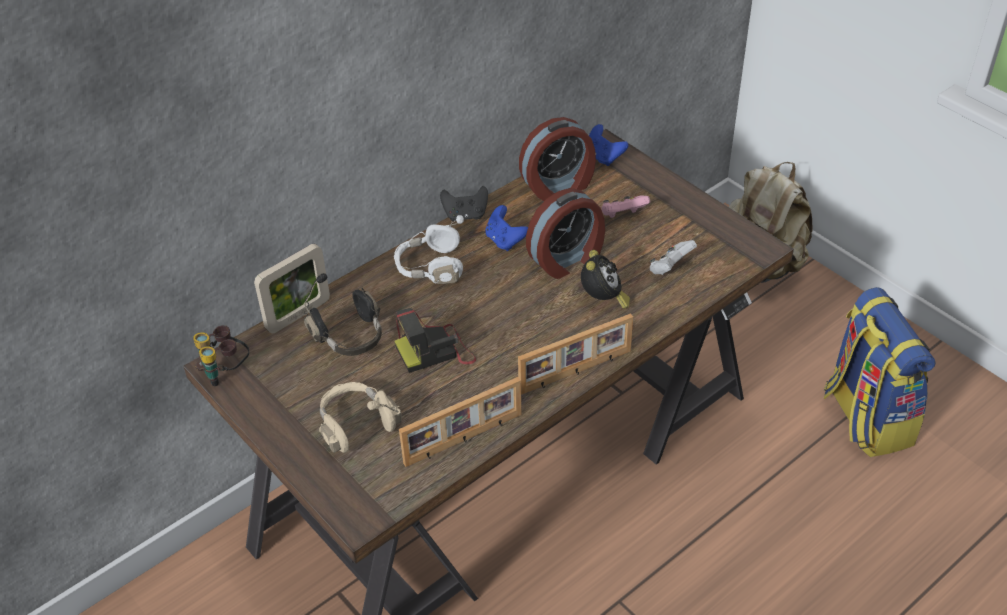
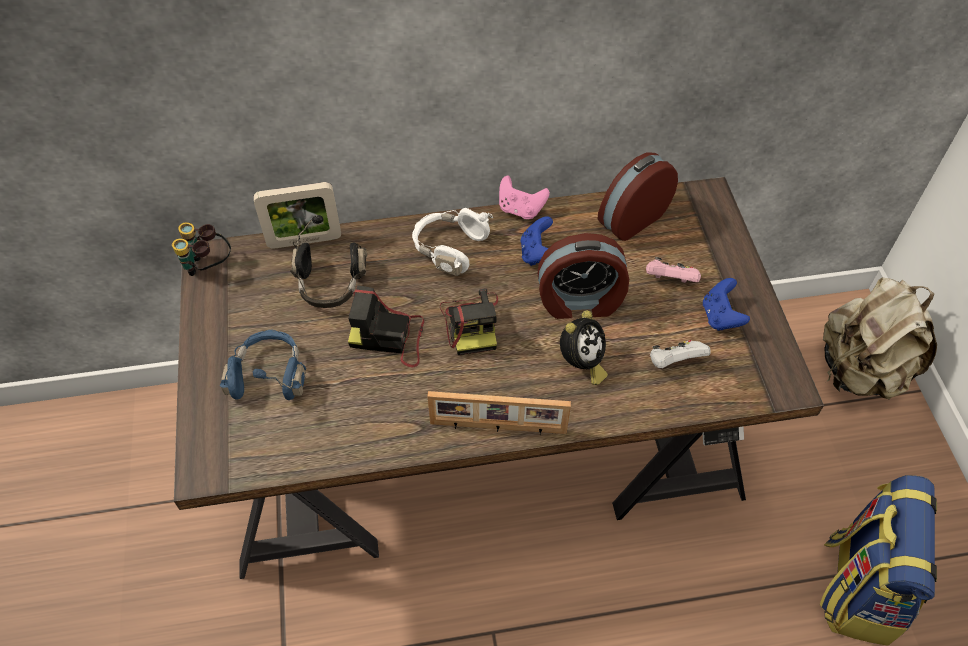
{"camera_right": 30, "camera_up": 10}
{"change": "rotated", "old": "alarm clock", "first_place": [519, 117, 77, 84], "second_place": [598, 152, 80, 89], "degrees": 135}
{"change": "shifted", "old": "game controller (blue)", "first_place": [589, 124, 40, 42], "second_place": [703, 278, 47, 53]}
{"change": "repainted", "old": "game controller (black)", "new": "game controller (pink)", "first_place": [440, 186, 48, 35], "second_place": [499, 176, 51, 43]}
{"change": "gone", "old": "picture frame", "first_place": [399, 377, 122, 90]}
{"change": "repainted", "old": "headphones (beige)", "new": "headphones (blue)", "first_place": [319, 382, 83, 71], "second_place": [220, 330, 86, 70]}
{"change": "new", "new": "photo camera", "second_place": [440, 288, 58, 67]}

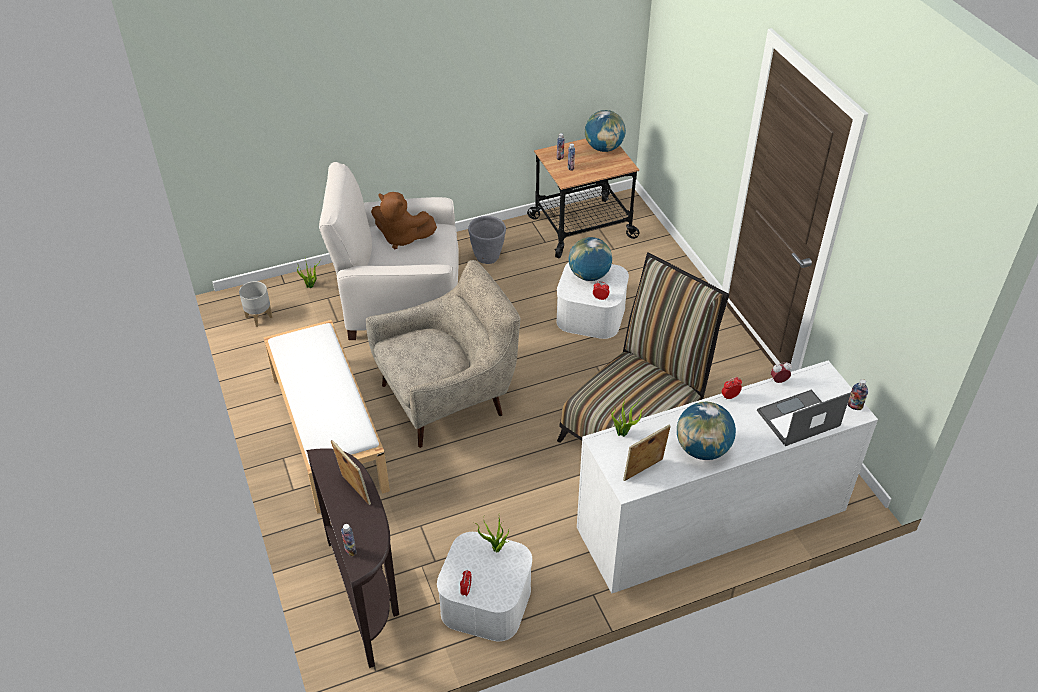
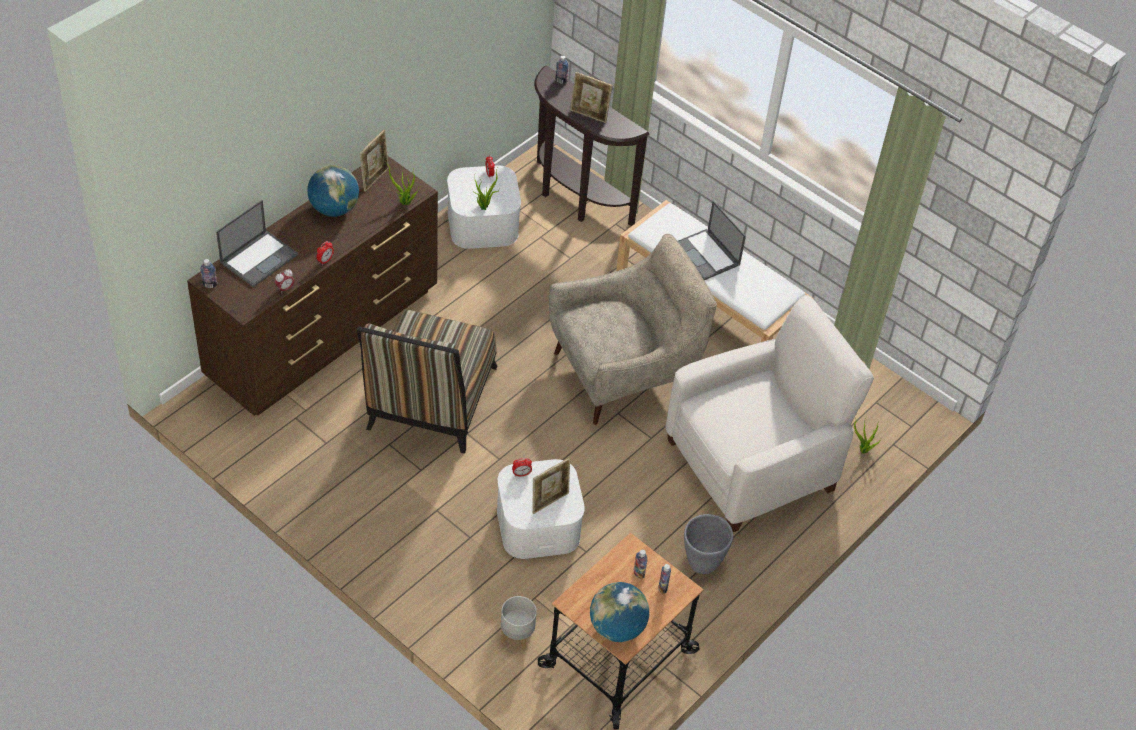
{"camera_right": 150, "camera_up": 5}
{"change": "gone", "old": "plush toy (brown)", "first_place": [371, 192, 66, 57]}
{"change": "swapped", "old": "globe", "new": "picture frame", "first_place": [569, 237, 43, 44], "second_place": [532, 458, 38, 56]}
{"change": "rotated", "old": "armchair (beige)", "first_place": [366, 260, 155, 188], "second_place": [549, 234, 168, 191], "degrees": -150}
{"change": "shifted", "old": "planter (grey)", "first_place": [239, 281, 34, 46], "second_place": [501, 596, 36, 54]}
{"change": "repainted", "old": "dresser (white)", "new": "dresser (brown)", "first_place": [577, 360, 301, 233], "second_place": [187, 156, 251, 260]}
{"change": "new", "new": "laptop", "second_place": [678, 201, 68, 79]}

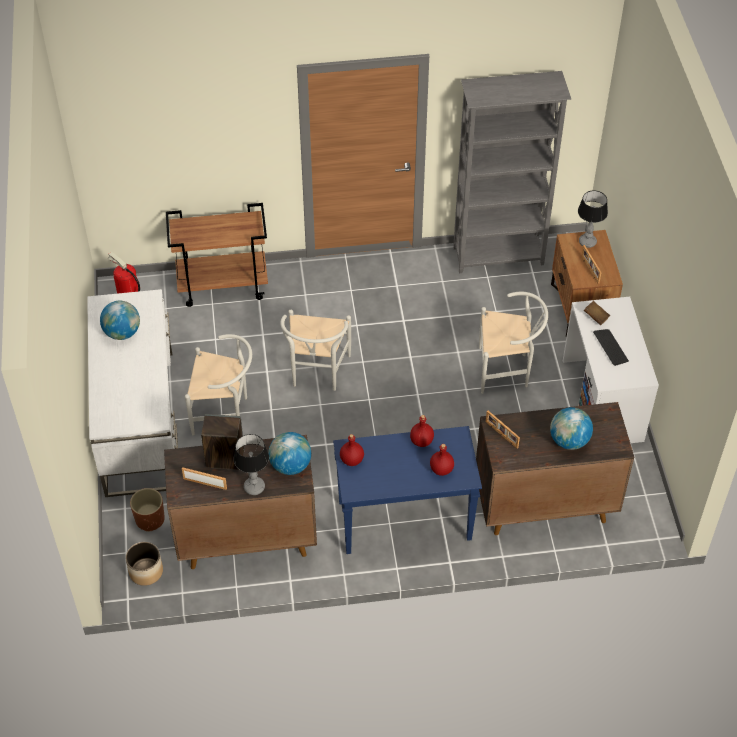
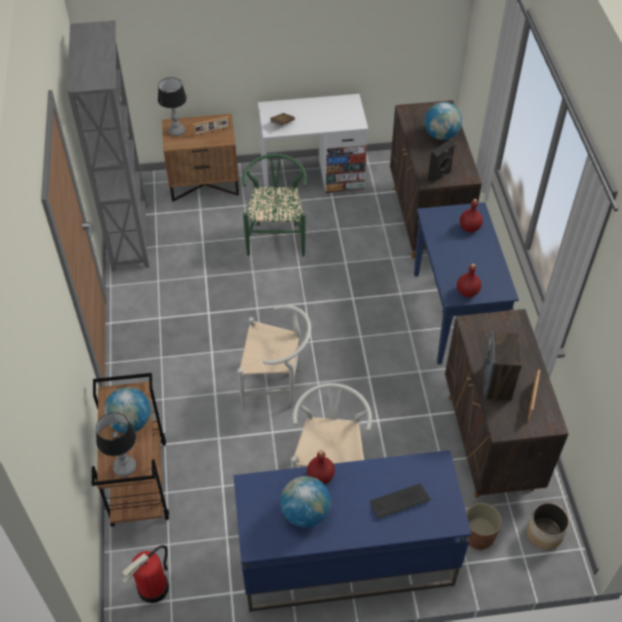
{"camera_right": -90, "camera_up": 0}
{"change": "repainted", "old": "desk (white)", "new": "desk (blue)", "first_place": [87, 289, 91, 208], "second_place": [233, 450, 238, 162]}
{"change": "repainted", "old": "chair (white)", "new": "chair (green)", "first_place": [479, 292, 69, 102], "second_place": [242, 154, 65, 102]}
{"change": "shifted", "old": "keyboard", "first_place": [593, 329, 36, 37], "second_place": [370, 484, 60, 35]}
{"change": "swapped", "old": "picture frame", "new": "speaker (black)", "first_place": [486, 411, 34, 38], "second_place": [428, 139, 28, 45]}
{"change": "shifted", "old": "bottle (red)", "first_place": [410, 415, 24, 32], "second_place": [307, 450, 28, 35]}
{"change": "shifted", "old": "globe", "first_place": [268, 432, 43, 43], "second_place": [104, 387, 47, 46]}
{"change": "shifted", "old": "table lamp", "first_place": [234, 434, 35, 61], "second_place": [96, 412, 40, 65]}

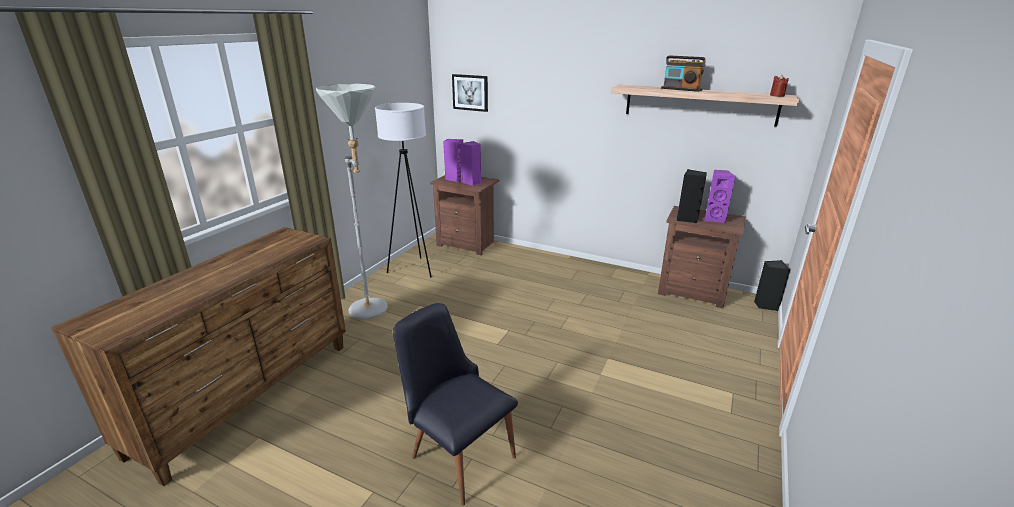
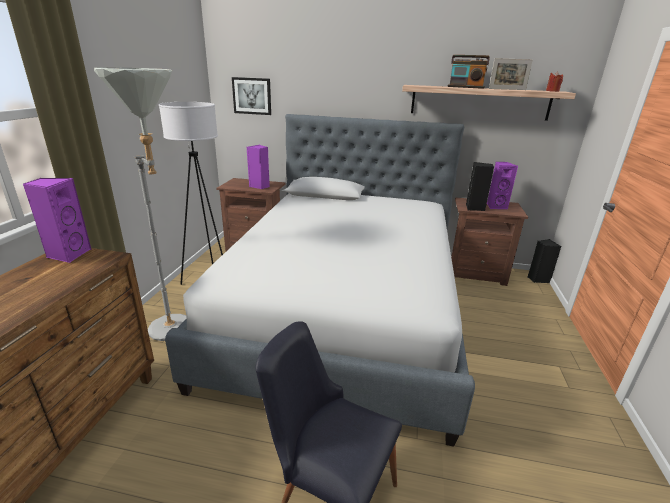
{"camera_right": -15, "camera_up": 0}
{"change": "shifted", "old": "speaker (purple)", "first_place": [443, 139, 20, 43], "second_place": [23, 178, 69, 85]}
{"change": "new", "new": "picture frame", "second_place": [489, 58, 44, 32]}
{"change": "new", "new": "bed", "second_place": [165, 114, 310, 333]}

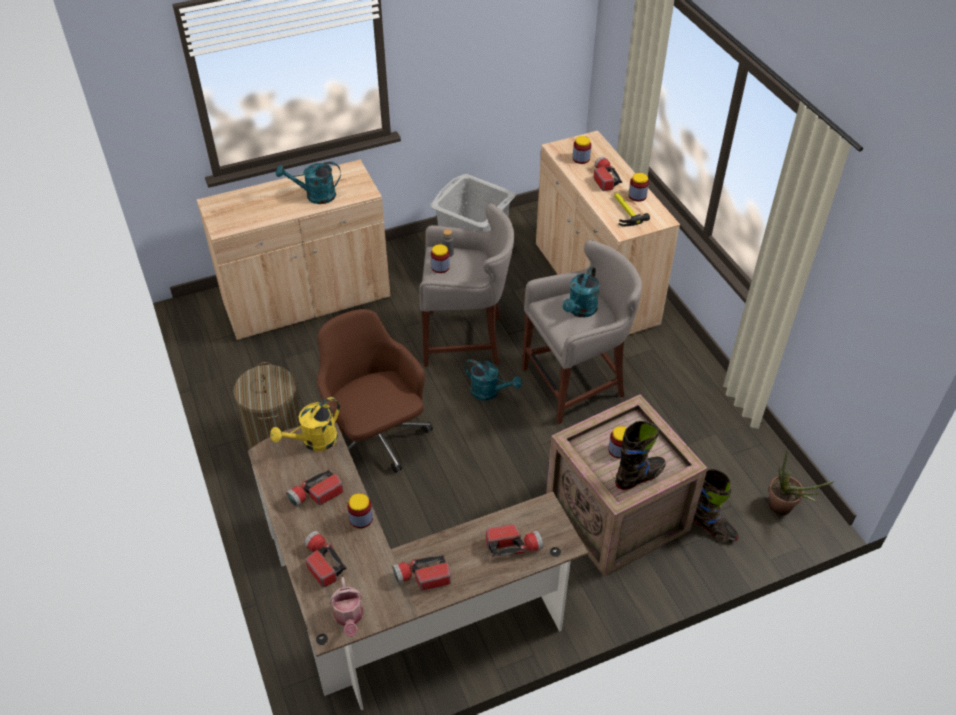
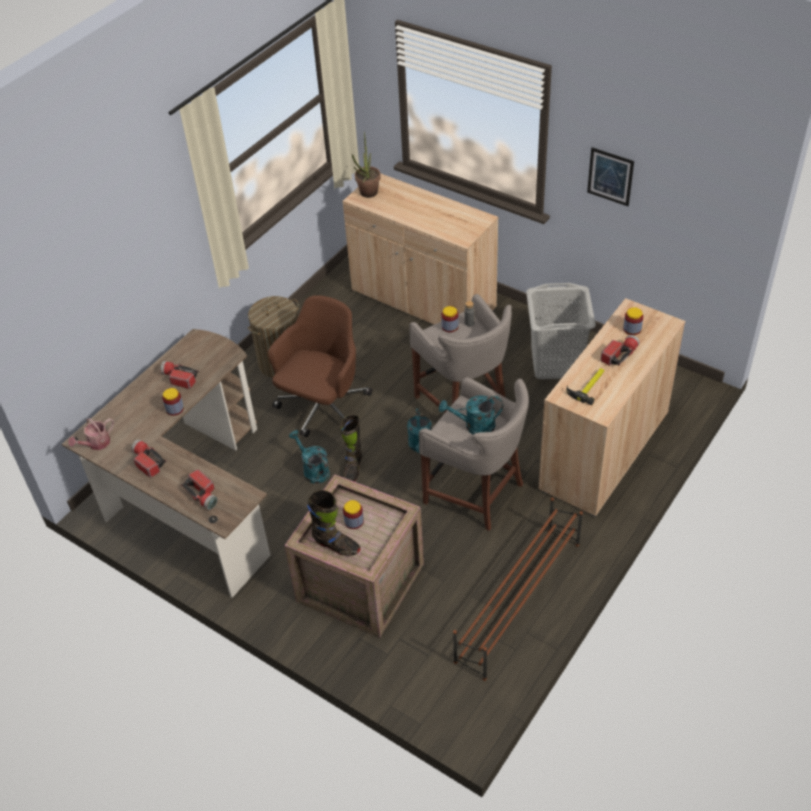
{"camera_right": 60, "camera_up": 0}
{"change": "shifted", "old": "watering can (turquoise)", "first_place": [276, 162, 65, 42], "second_place": [289, 430, 41, 54]}
{"change": "gone", "old": "jar", "first_place": [628, 173, 21, 29]}
{"change": "gone", "old": "watering can (yellow)", "first_place": [270, 397, 70, 54]}
{"change": "shifted", "old": "potted plant", "first_place": [769, 450, 66, 65], "second_place": [352, 132, 29, 66]}
{"change": "shifted", "old": "boot (black)", "first_place": [693, 469, 45, 73], "second_place": [340, 415, 22, 67]}
{"change": "gone", "old": "flashlight", "first_place": [304, 531, 43, 56]}
{"change": "new", "new": "picture", "second_place": [587, 147, 47, 59]}
{"change": "new", "new": "shoe rack (brown)", "second_place": [453, 497, 130, 184]}

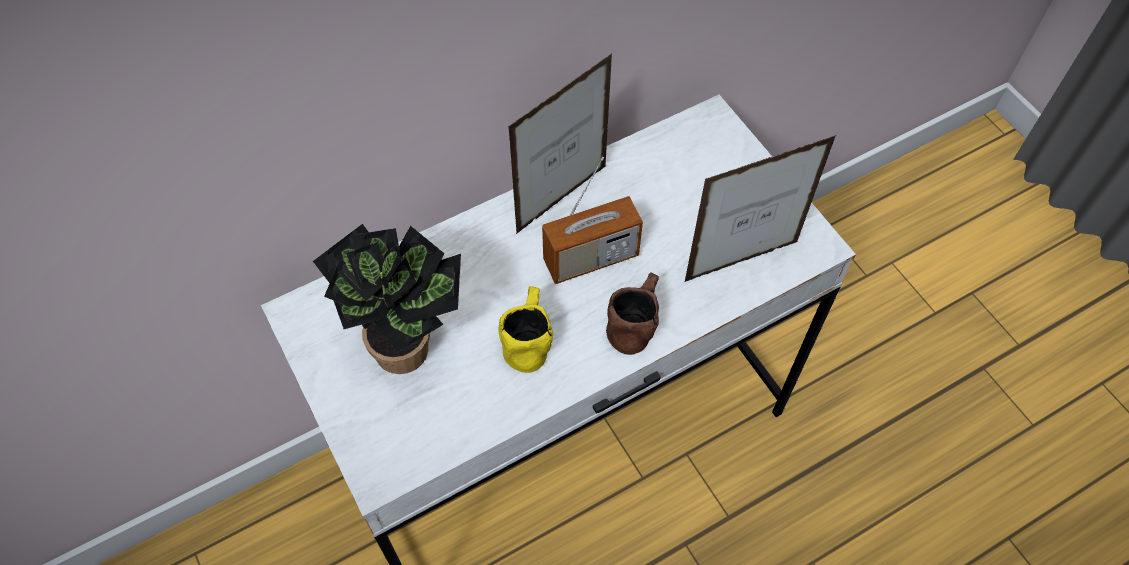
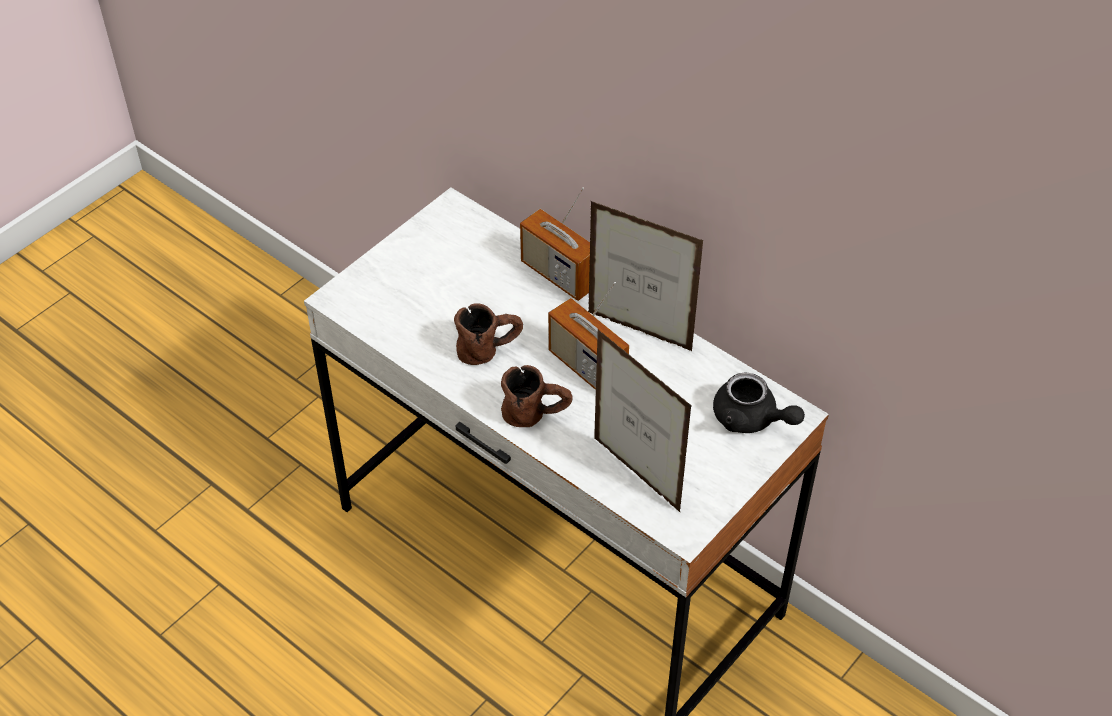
{"camera_right": 70, "camera_up": -10}
{"change": "gone", "old": "potted plant", "first_place": [313, 224, 148, 150]}
{"change": "repainted", "old": "mug (yellow)", "new": "mug (brown)", "first_place": [498, 286, 55, 87], "second_place": [454, 304, 69, 61]}
{"change": "new", "new": "radio", "second_place": [520, 187, 70, 114]}
{"change": "new", "new": "teapot (black)", "second_place": [713, 372, 92, 61]}

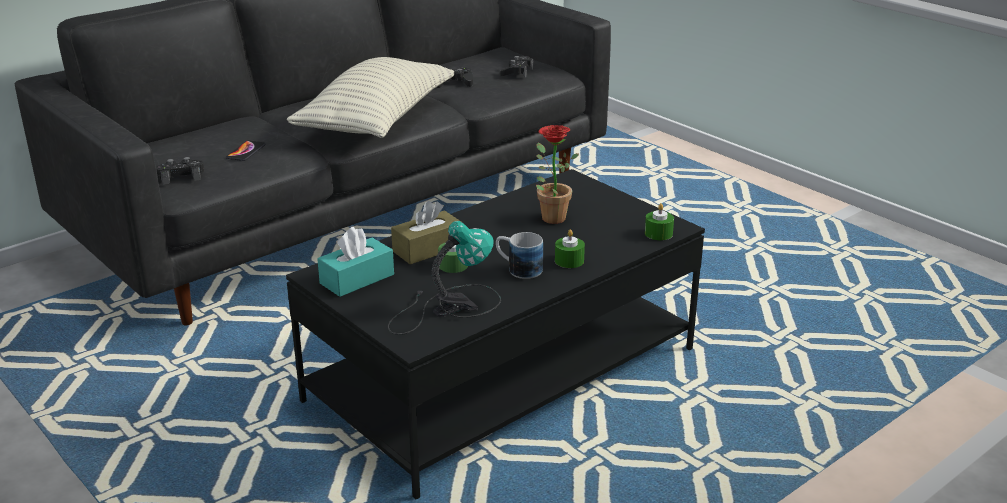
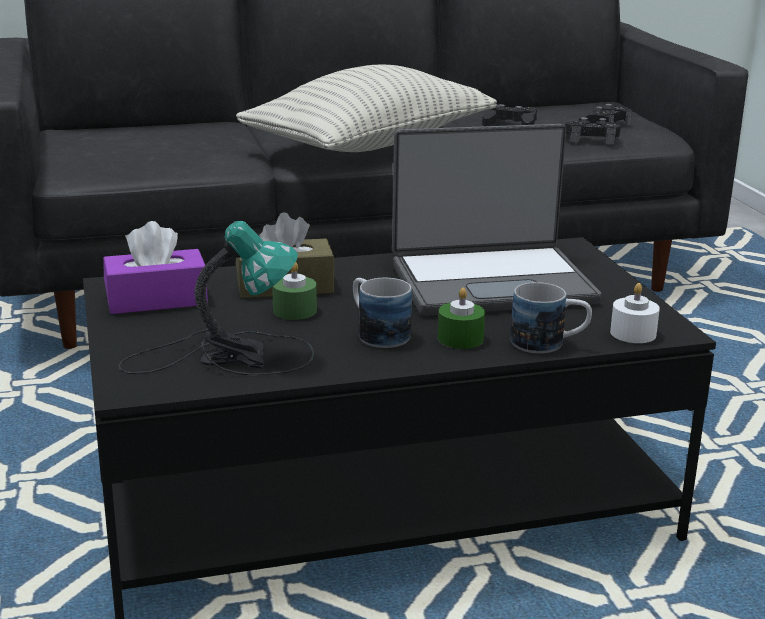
{"camera_right": 25, "camera_up": -5}
{"change": "swapped", "old": "potted plant", "new": "laptop", "first_place": [536, 125, 43, 99], "second_place": [392, 124, 209, 192]}
{"change": "gone", "old": "phone", "first_place": [226, 140, 40, 21]}
{"change": "shifted", "old": "game controller (black)", "first_place": [156, 157, 48, 28], "second_place": [565, 117, 56, 27]}
{"change": "repainted", "old": "candle (green)", "new": "candle (white)", "first_place": [645, 203, 29, 37], "second_place": [610, 283, 50, 60]}
{"change": "repainted", "old": "tissue box (turquoise)", "new": "tissue box (purple)", "first_place": [317, 227, 77, 70], "second_place": [103, 221, 105, 93]}
{"change": "new", "new": "mug", "second_place": [510, 282, 82, 71]}

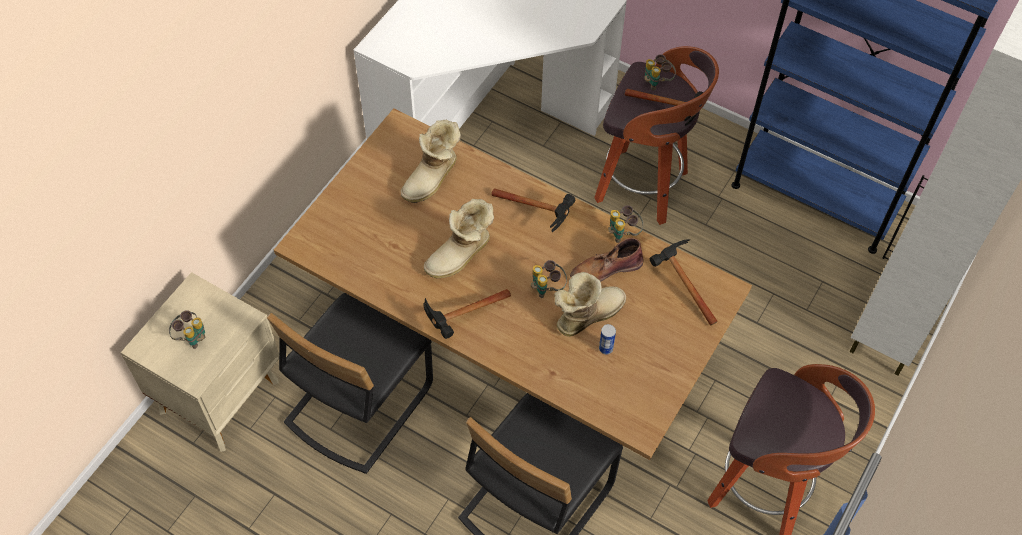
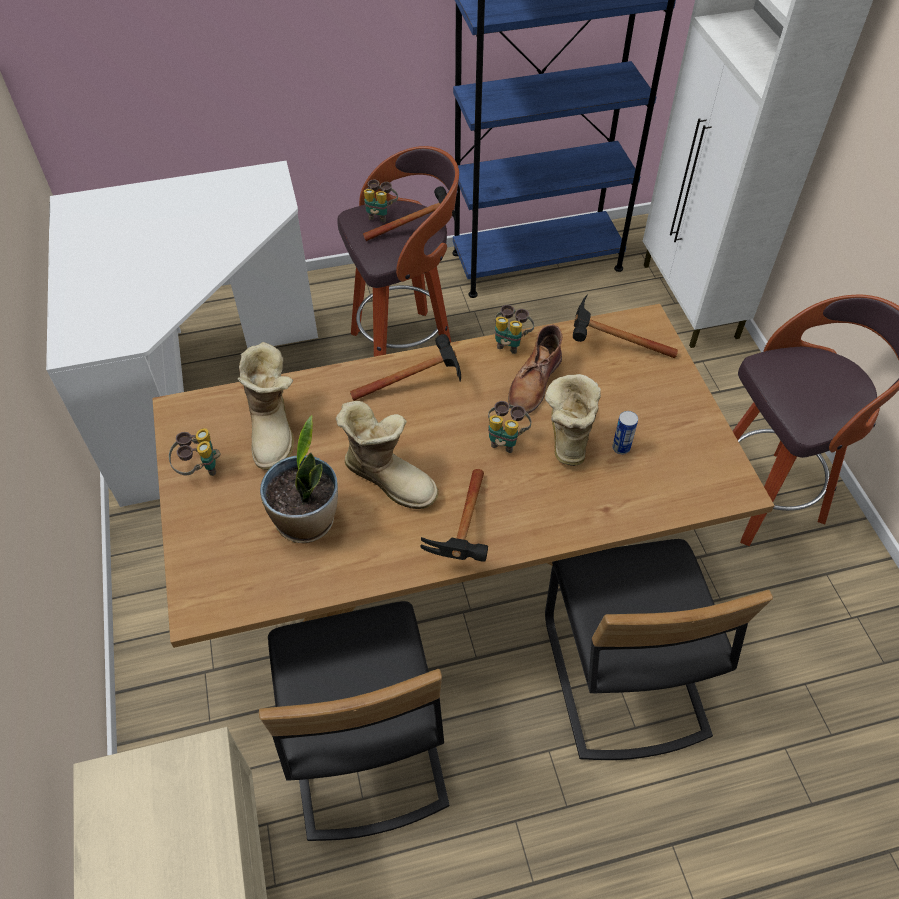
{"camera_right": -45, "camera_up": -5}
{"change": "rotated", "old": "boot", "first_place": [424, 199, 70, 79], "second_place": [336, 401, 103, 108], "degrees": -60}
{"change": "shifted", "old": "binoculars", "first_place": [169, 310, 36, 39], "second_place": [169, 428, 52, 48]}
{"change": "new", "new": "potted plant", "second_place": [260, 415, 78, 128]}

